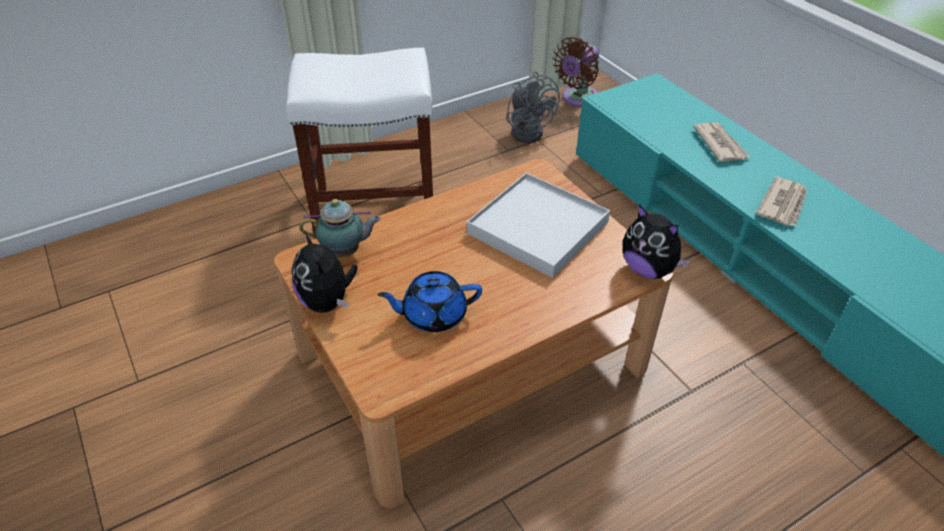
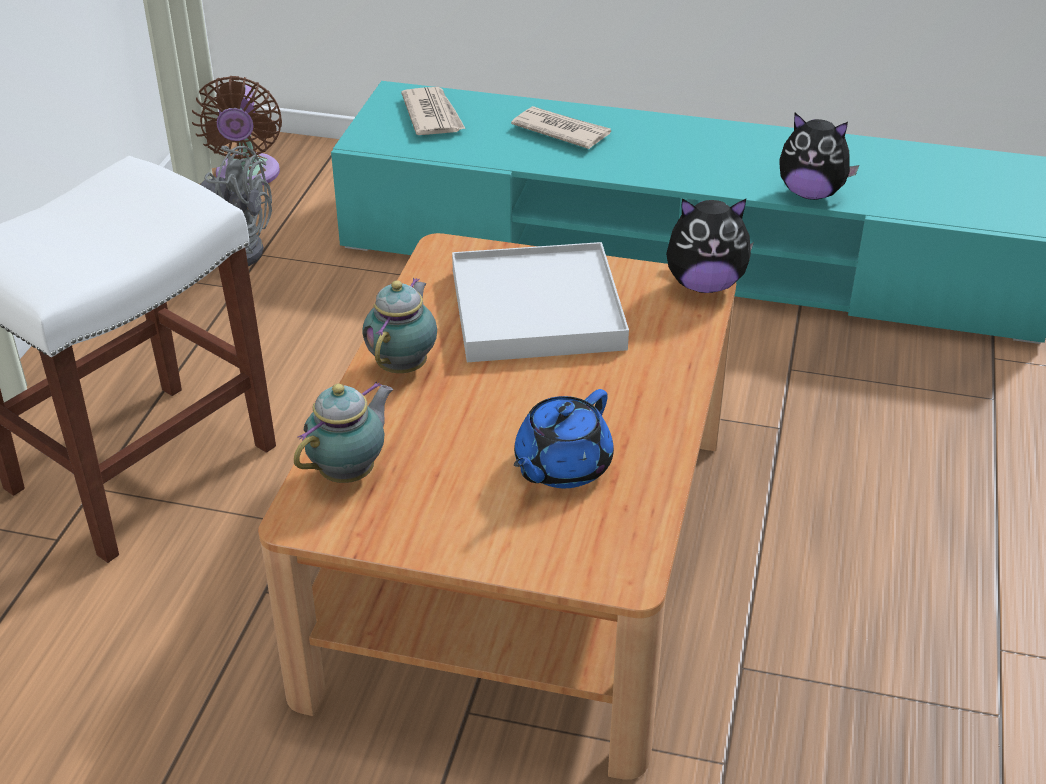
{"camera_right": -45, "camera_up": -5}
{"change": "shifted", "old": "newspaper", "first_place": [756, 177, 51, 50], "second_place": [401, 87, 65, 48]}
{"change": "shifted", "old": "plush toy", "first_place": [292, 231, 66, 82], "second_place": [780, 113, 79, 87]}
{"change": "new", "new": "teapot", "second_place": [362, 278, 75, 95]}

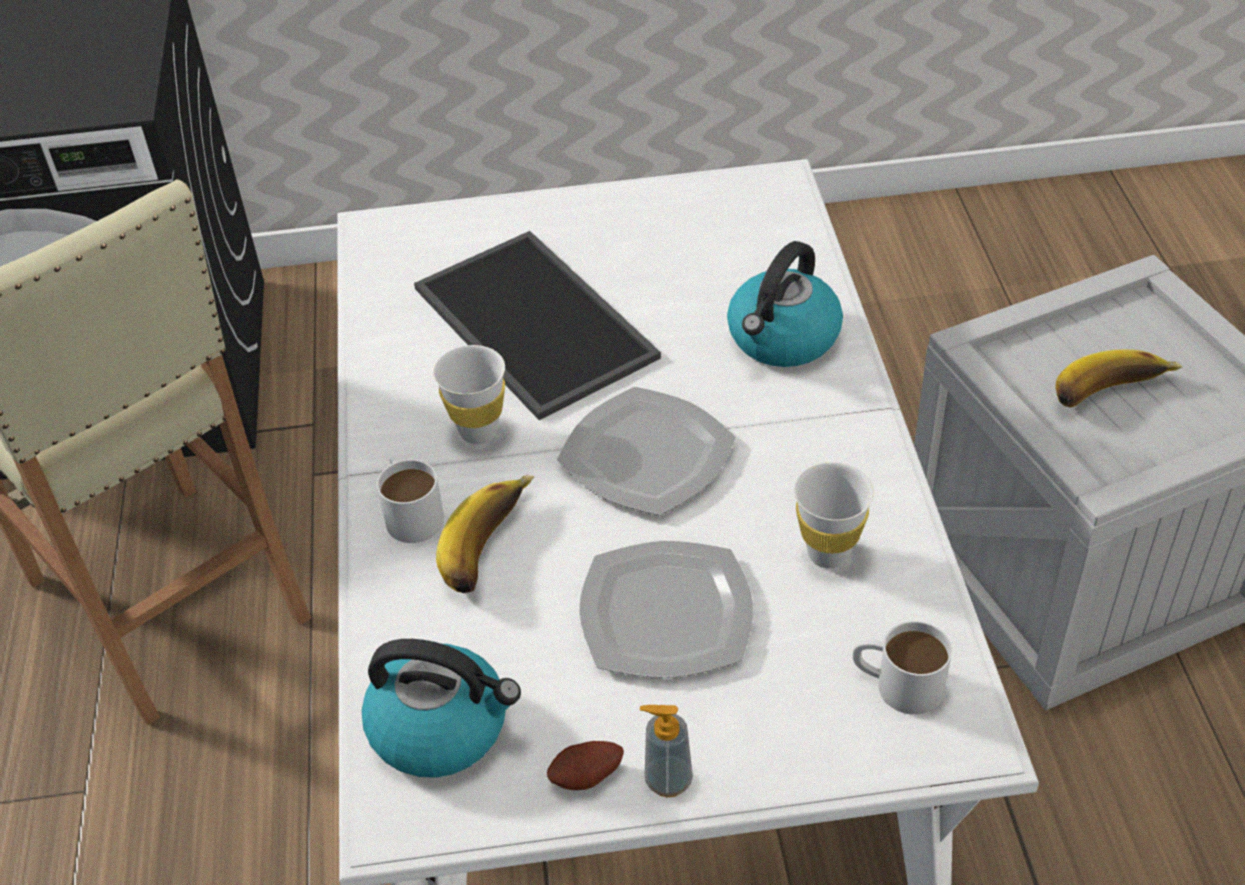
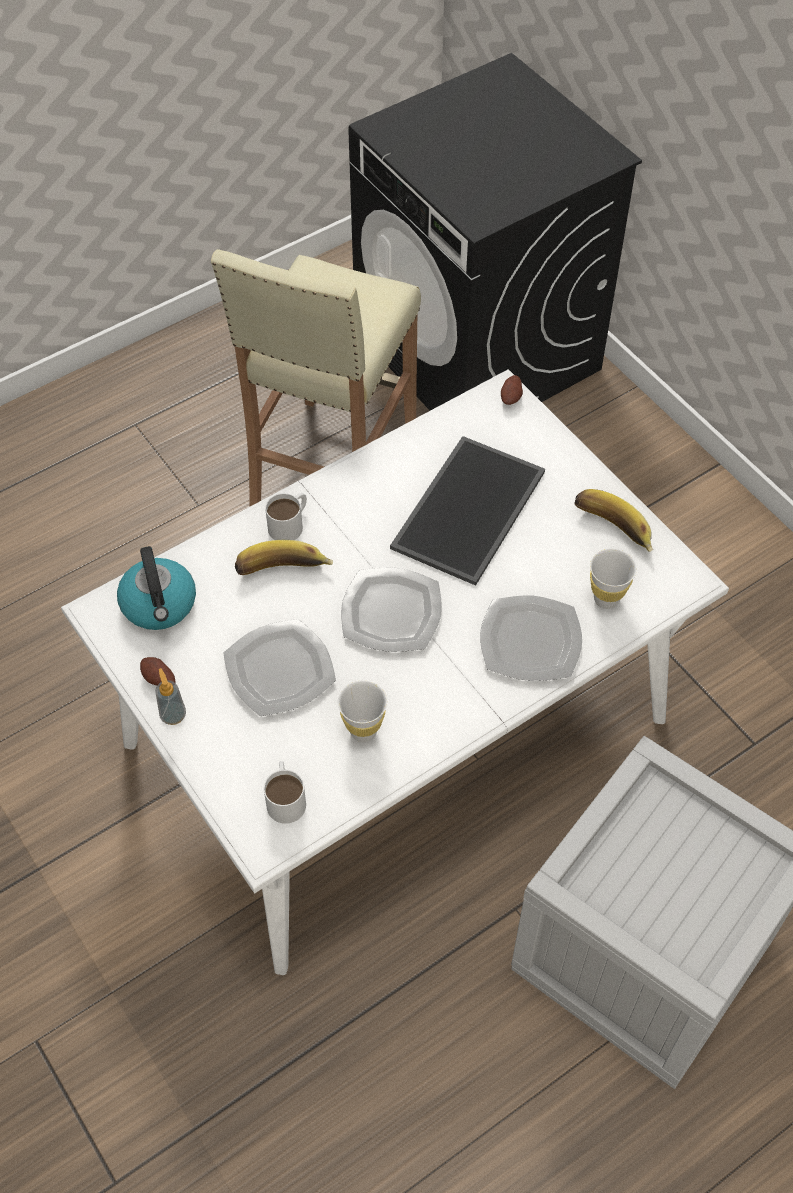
{"camera_right": 60, "camera_up": 10}
{"change": "swapped", "old": "kettle", "new": "plate", "first_place": [727, 241, 116, 126], "second_place": [480, 595, 102, 86]}
{"change": "shifted", "old": "cup (white)", "first_place": [433, 345, 72, 99], "second_place": [590, 549, 47, 60]}
{"change": "shifted", "old": "banana", "first_place": [1055, 349, 128, 58], "second_place": [574, 489, 79, 63]}
{"change": "new", "new": "potato", "second_place": [501, 375, 22, 30]}

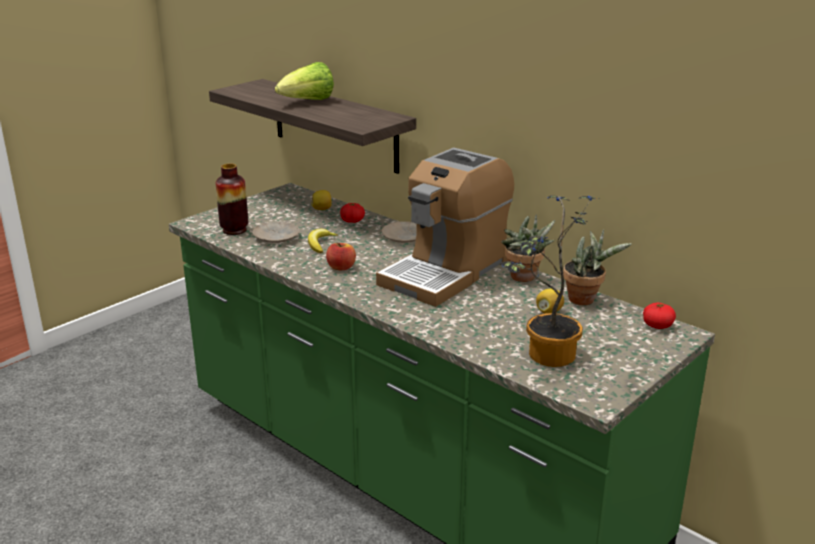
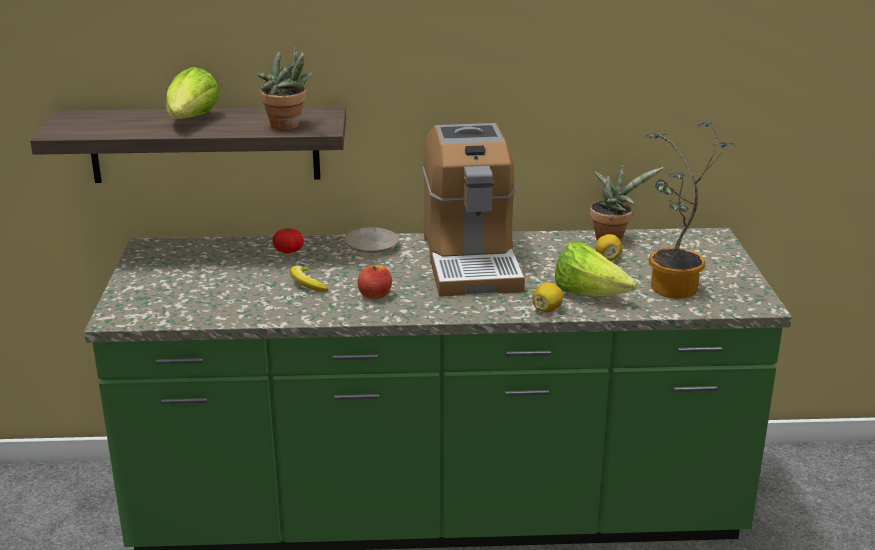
{"camera_right": -45, "camera_up": 0}
{"change": "gone", "old": "vase", "first_place": [215, 164, 33, 71]}
{"change": "shifted", "old": "lemon", "first_place": [311, 190, 21, 20], "second_place": [532, 282, 31, 30]}
{"change": "shifted", "old": "potted plant", "first_place": [501, 214, 54, 68], "second_place": [258, 44, 55, 86]}
{"change": "gone", "old": "plate (beige)", "first_place": [253, 221, 47, 22]}
{"change": "gone", "old": "tomato", "first_place": [643, 303, 33, 26]}
{"change": "new", "new": "lettuce", "second_place": [555, 242, 82, 55]}

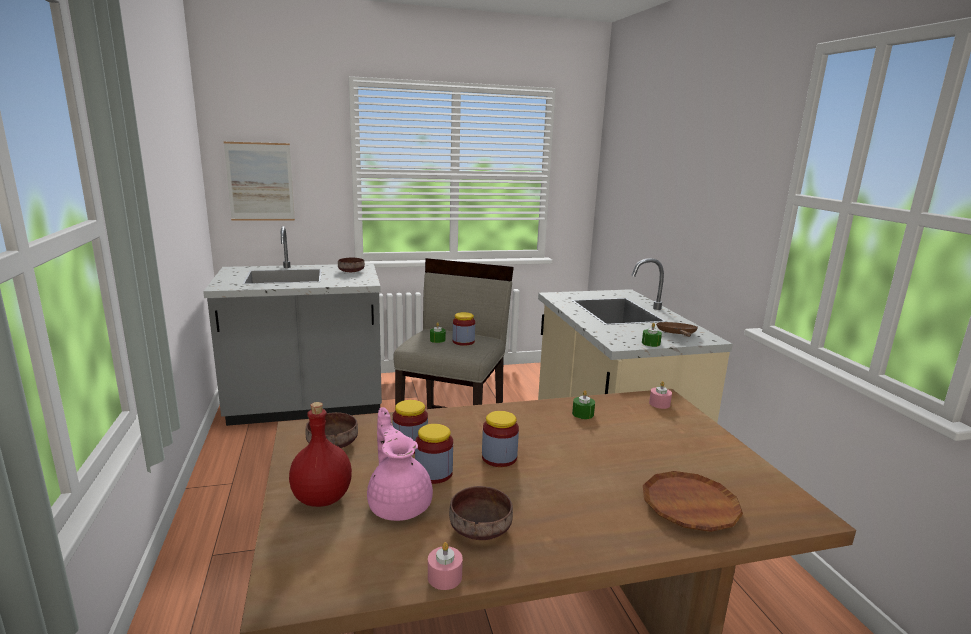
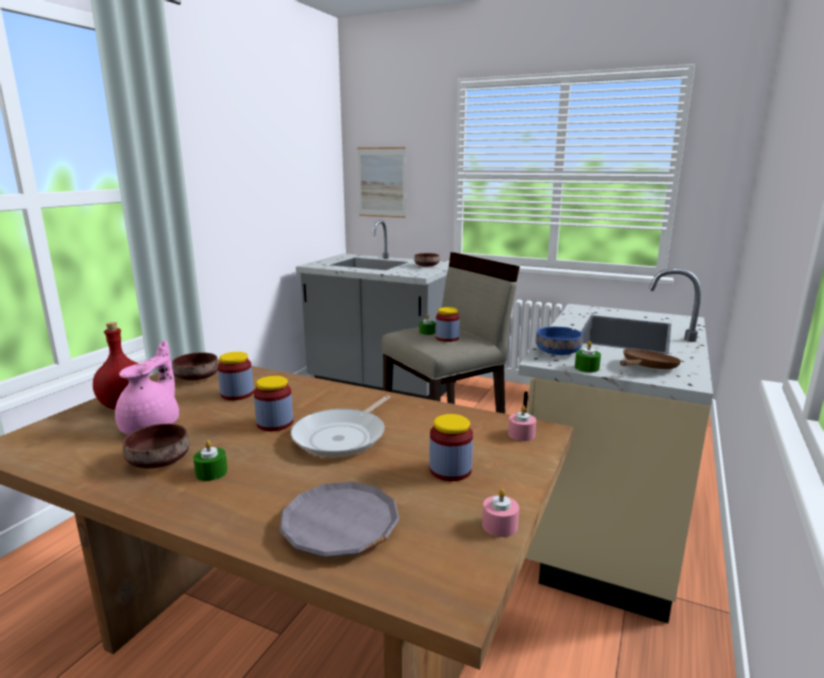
{"camera_right": 40, "camera_up": 0}
{"change": "shifted", "old": "candle (green)", "first_place": [572, 390, 23, 29], "second_place": [193, 440, 35, 41]}
{"change": "shifted", "old": "jar", "first_place": [415, 424, 38, 60], "second_place": [429, 414, 44, 67]}
{"change": "repainted", "old": "plate (brown)", "new": "plate (grey)", "first_place": [643, 471, 100, 61], "second_place": [280, 482, 119, 75]}
{"change": "shifted", "old": "candle (pink)", "first_place": [428, 542, 35, 48], "second_place": [482, 488, 37, 49]}
{"change": "new", "new": "bowl (blue)", "second_place": [536, 327, 47, 28]}
{"change": "new", "new": "frying pan", "second_place": [291, 395, 99, 62]}

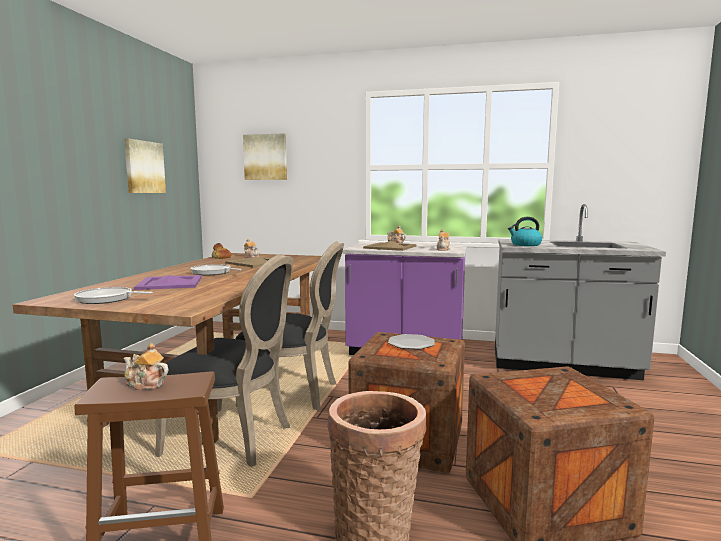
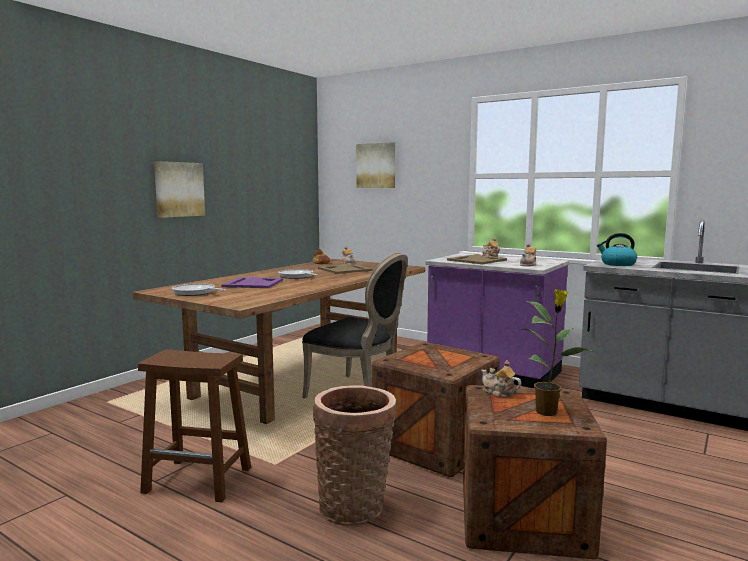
{"camera_right": 20, "camera_up": 0}
{"change": "shifted", "old": "picture", "first_place": [124, 138, 42, 55], "second_place": [154, 161, 51, 57]}
{"change": "gone", "old": "chair (black)", "first_place": [155, 254, 138, 213]}
{"change": "gone", "old": "plate", "first_place": [388, 334, 46, 15]}
{"change": "shifted", "old": "teapot", "first_place": [123, 343, 45, 47], "second_place": [481, 360, 40, 37]}
{"change": "new", "new": "potted plant", "second_place": [520, 289, 74, 127]}

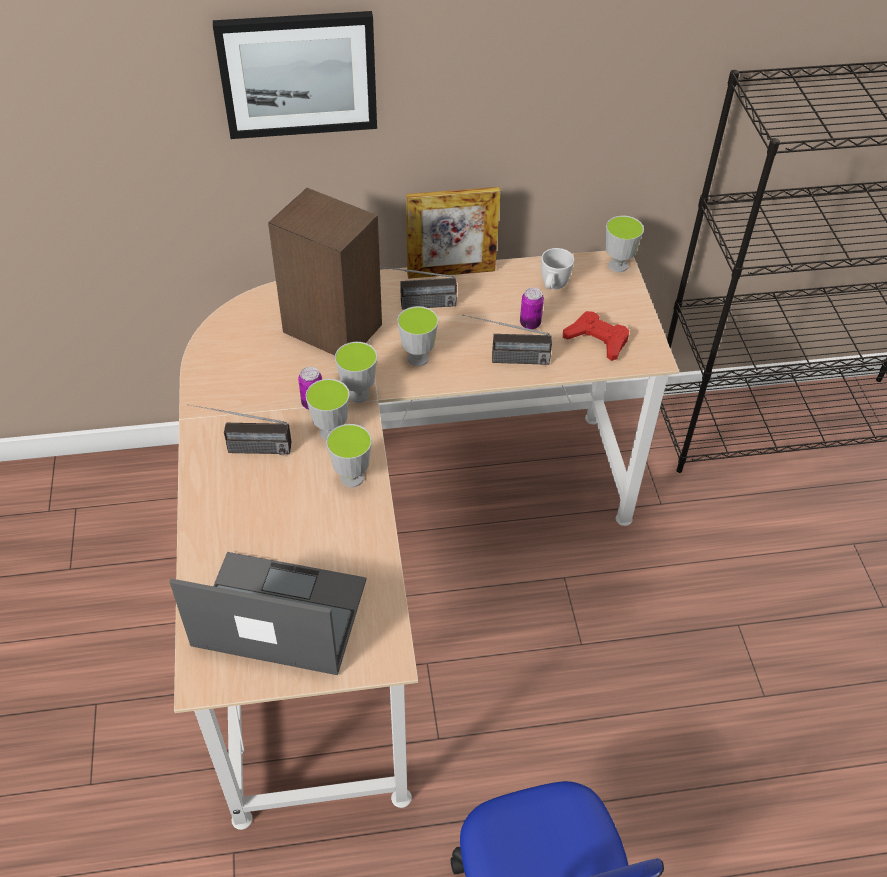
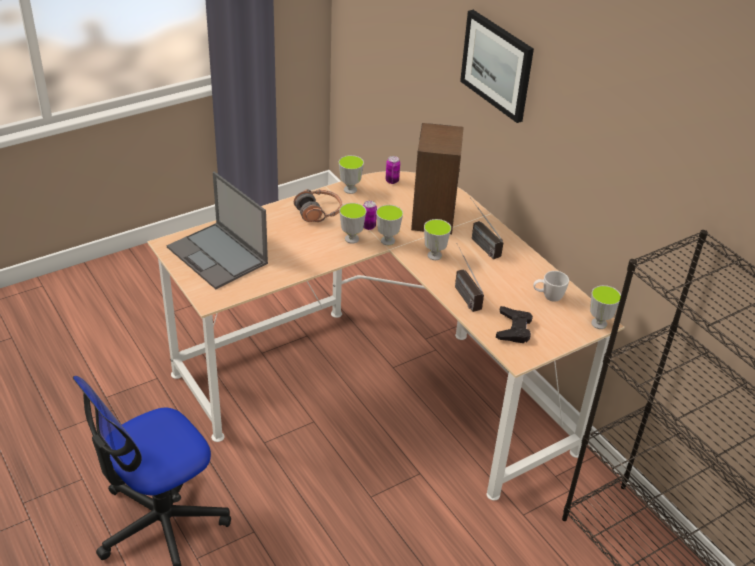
{"camera_right": 65, "camera_up": -10}
{"change": "gone", "old": "picture frame", "first_place": [406, 187, 95, 92]}
{"change": "shifted", "old": "can", "first_place": [520, 288, 24, 41], "second_place": [386, 156, 14, 28]}
{"change": "repainted", "old": "game controller (red)", "new": "game controller (black)", "first_place": [563, 311, 66, 50], "second_place": [496, 306, 37, 37]}
{"change": "swapped", "old": "radio", "new": "headphones", "first_place": [187, 404, 104, 51], "second_place": [294, 189, 48, 33]}
{"change": "shifted", "old": "cup", "first_place": [326, 424, 46, 63], "second_place": [339, 155, 25, 39]}
{"change": "rotated", "old": "laptop", "first_place": [170, 552, 196, 123], "second_place": [167, 172, 101, 117], "degrees": 150}

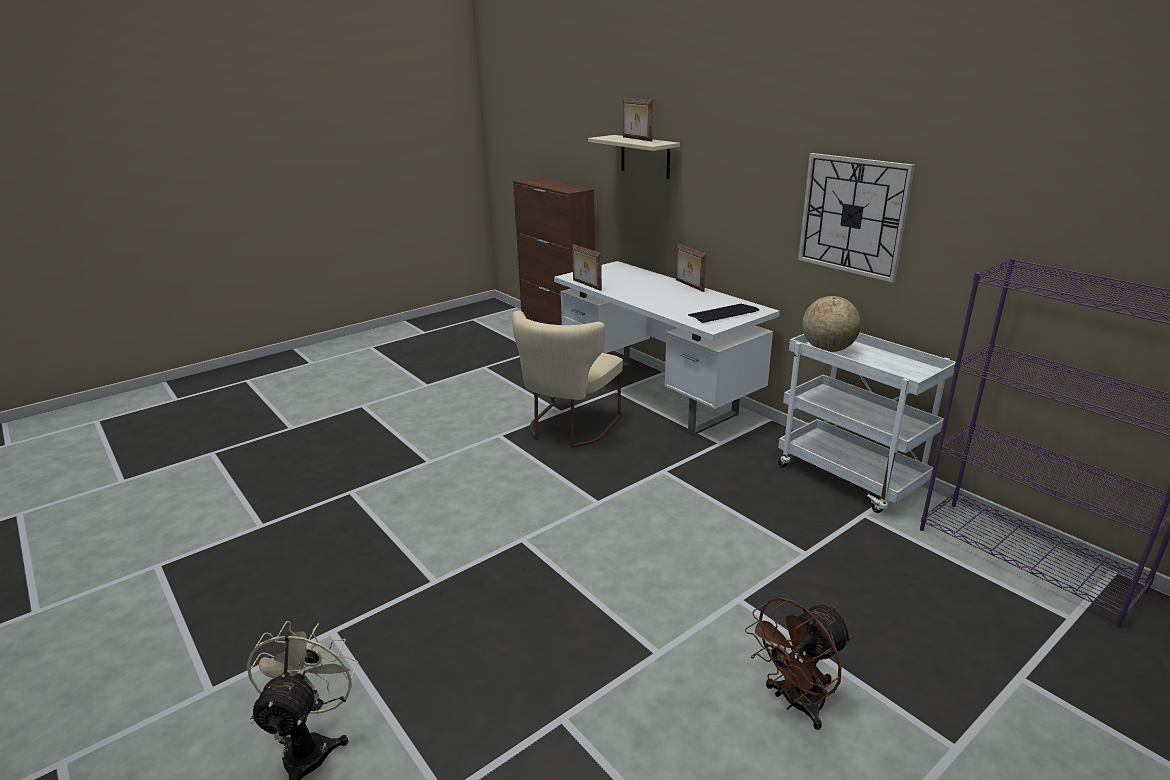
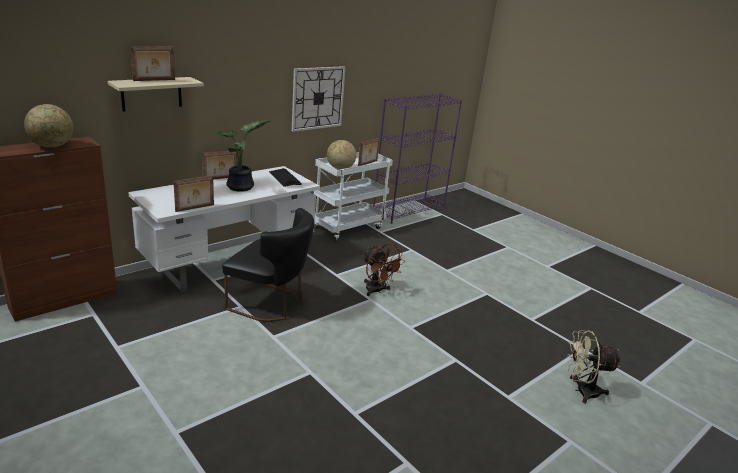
{"camera_right": -95, "camera_up": 0}
{"change": "repainted", "old": "chair (beige)", "new": "chair (black)", "first_place": [512, 311, 111, 137], "second_place": [222, 208, 92, 114]}
{"change": "shifted", "old": "fan (brown)", "first_place": [745, 597, 107, 133], "second_place": [363, 244, 41, 52]}
{"change": "new", "new": "globe", "second_place": [24, 104, 49, 44]}
{"change": "new", "new": "potted plant", "second_place": [215, 120, 55, 72]}
{"change": "new", "new": "picture frame", "second_place": [358, 138, 21, 28]}

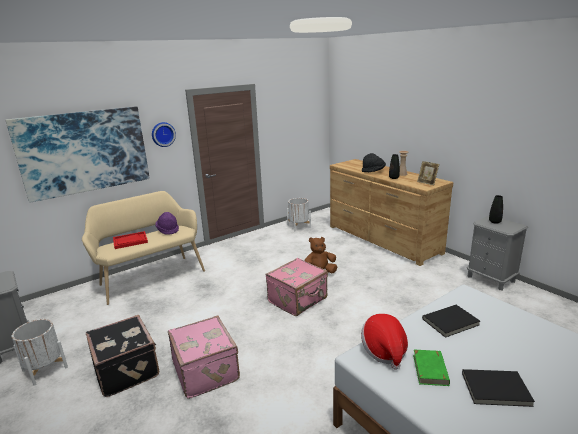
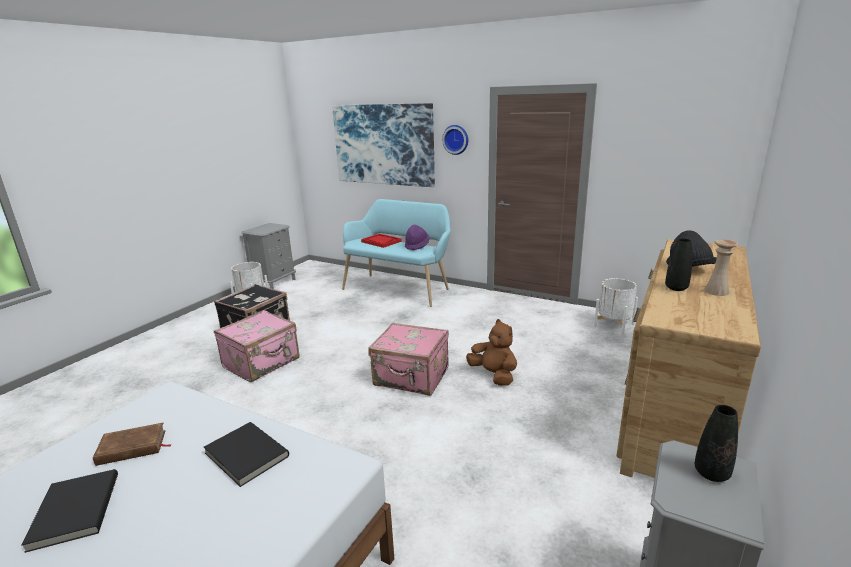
{"camera_right": 65, "camera_up": 0}
{"change": "gone", "old": "picture frame", "first_place": [417, 161, 22, 24]}
{"change": "repainted", "old": "bench (beige)", "new": "bench (turquoise)", "first_place": [82, 191, 123, 114], "second_place": [342, 199, 109, 108]}
{"change": "gone", "old": "hat", "first_place": [361, 314, 47, 56]}
{"change": "repainted", "old": "book (green)", "new": "book (brown)", "first_place": [413, 350, 37, 36], "second_place": [93, 423, 79, 43]}

